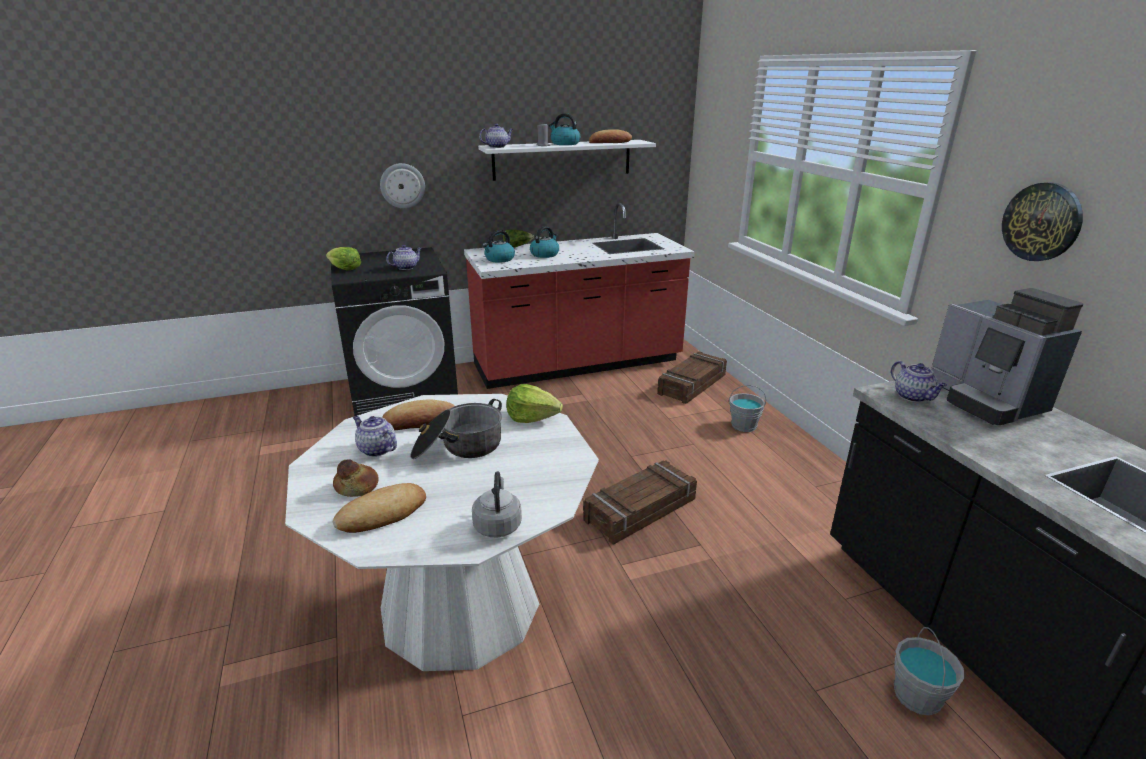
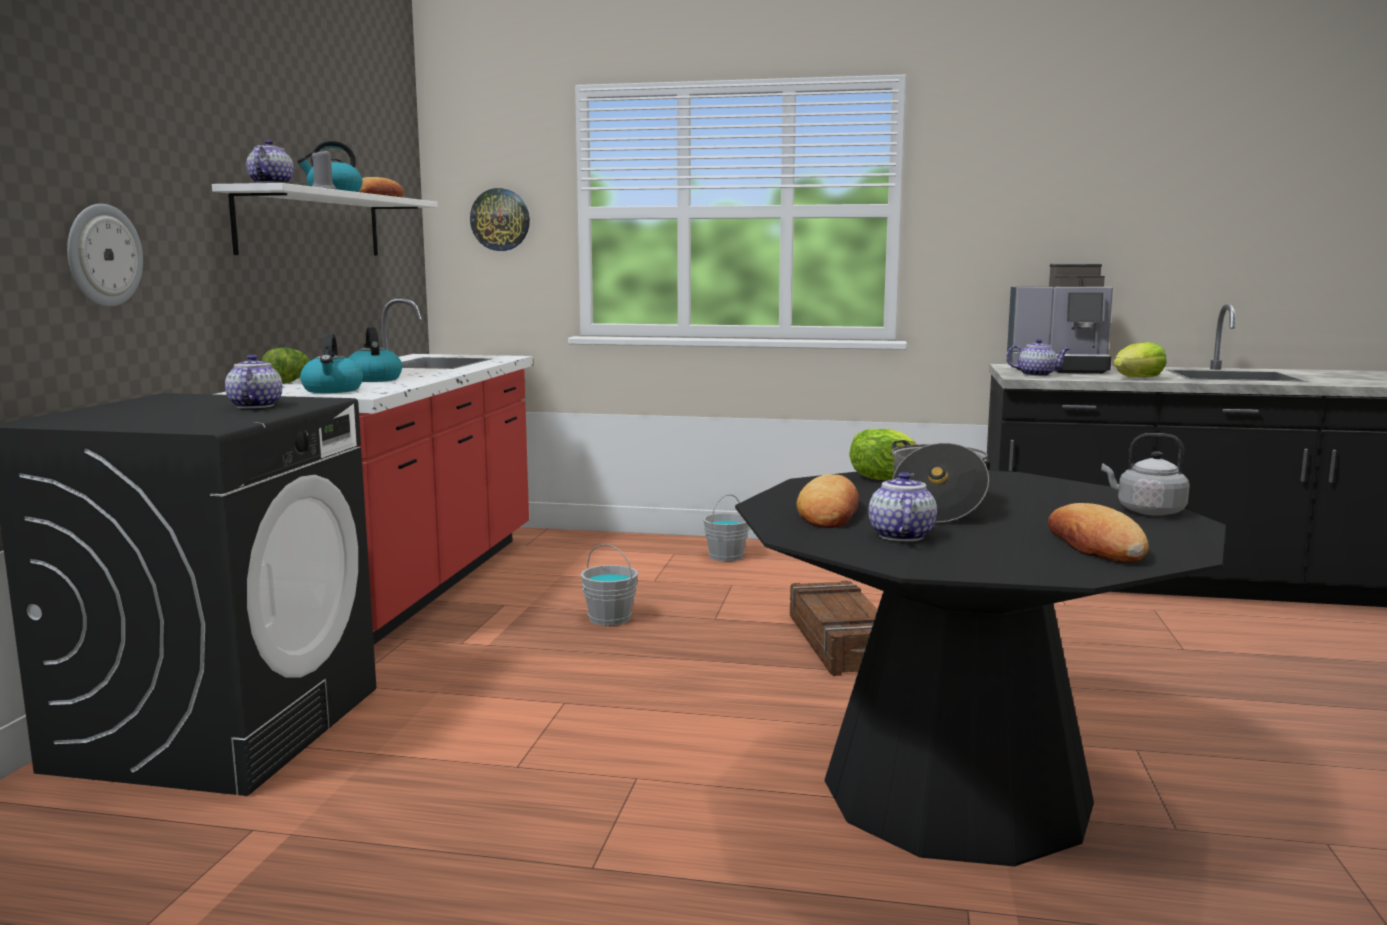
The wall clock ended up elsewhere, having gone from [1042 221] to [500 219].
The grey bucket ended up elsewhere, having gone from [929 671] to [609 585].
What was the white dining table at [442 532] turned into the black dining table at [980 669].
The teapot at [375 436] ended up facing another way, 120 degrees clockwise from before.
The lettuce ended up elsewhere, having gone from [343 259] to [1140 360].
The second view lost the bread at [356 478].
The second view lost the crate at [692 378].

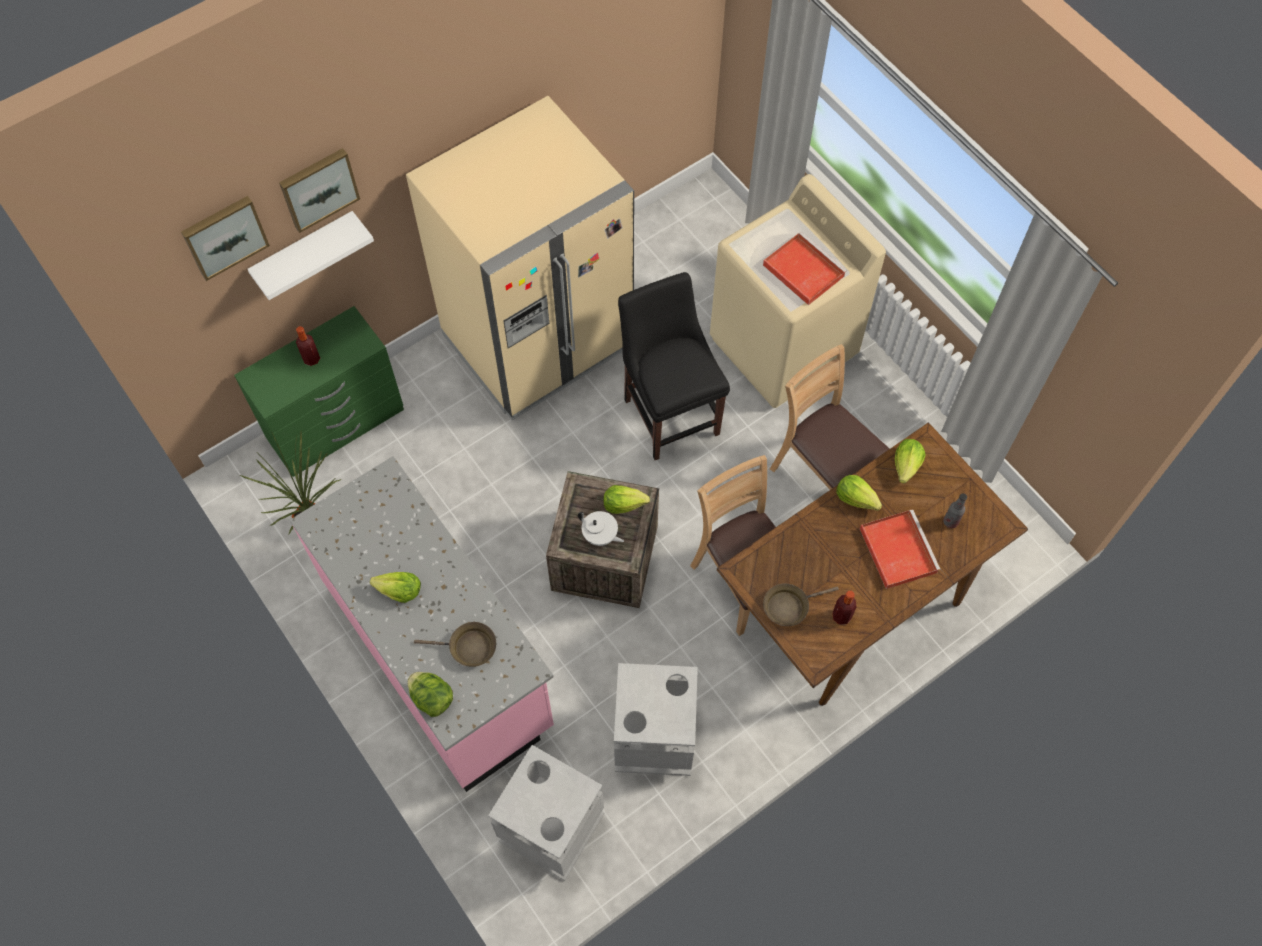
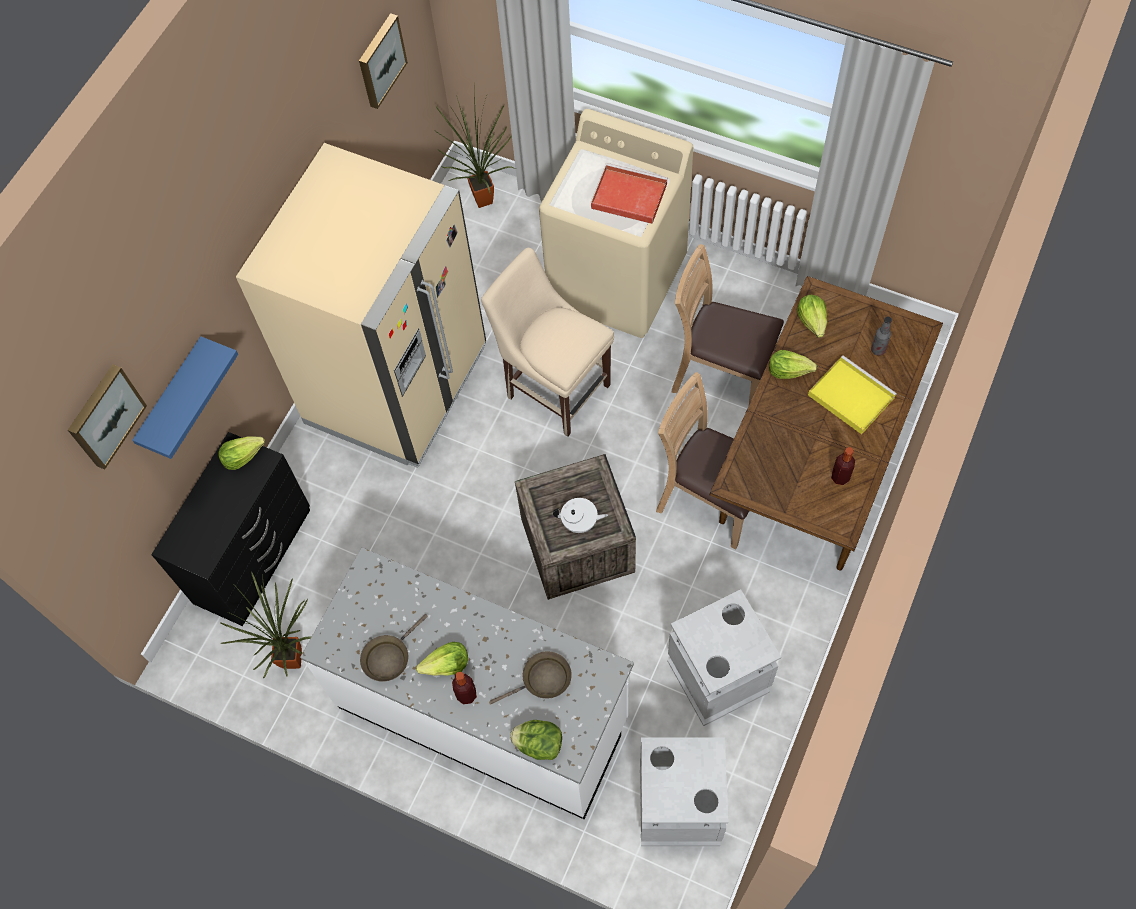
What was the white shelf at [311 255] turned into the blue shelf at [185 397].
What was the green dresser at [319 391] turned into the black dresser at [230 529].
The lettuce ended up elsewhere, having gone from [626 499] to [241 453].
What was the pink counter at [422 624] turned into the white counter at [467 683].
The picture ended up elsewhere, having gone from [319 190] to [383 61].
The brown frying pan ended up elsewhere, having gone from [801 605] to [394 648].
The second view gained the potted plant at [475 145].
The bottle ended up elsewhere, having gone from [308 346] to [464 688].
What was the black chair at [674 366] turned into the beige chair at [547 342].
What was the red tray at [900 549] turned into the yellow tray at [852 394].

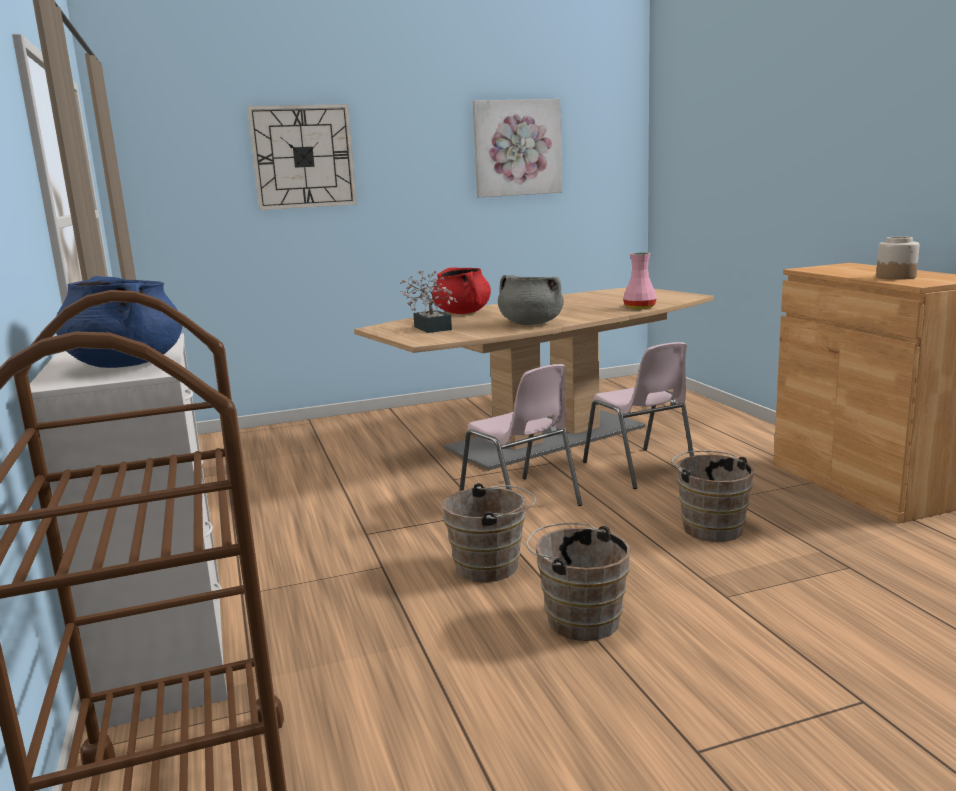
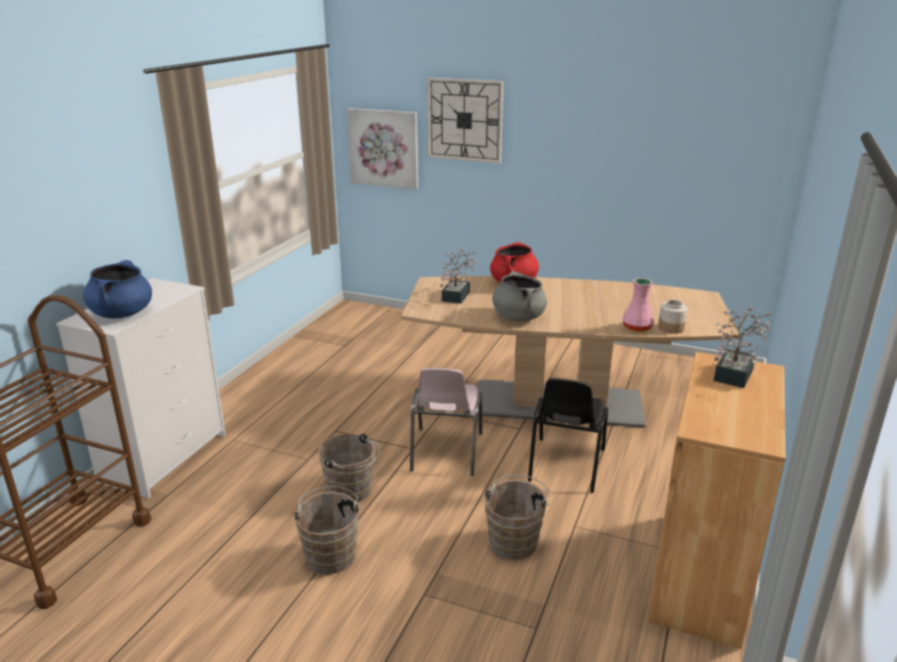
The picture ended up elsewhere, having gone from [517 148] to [382 149].
What was the pink chair at [638 415] turned into the black chair at [568 435].
The jar ended up elsewhere, having gone from [897 258] to [672 317].
The second view gained the potted plant at [742 347].

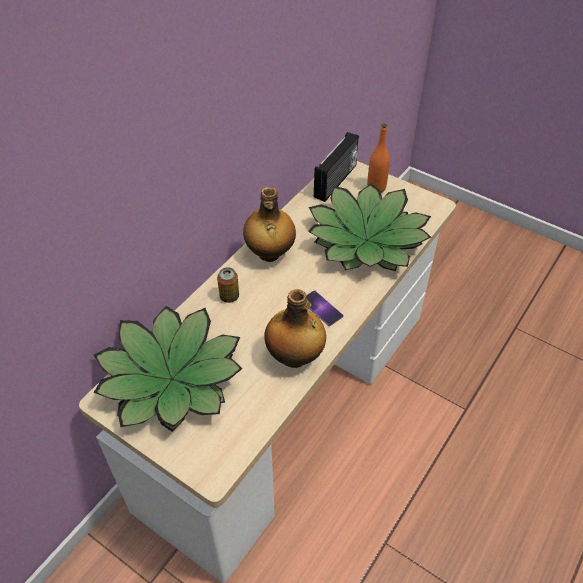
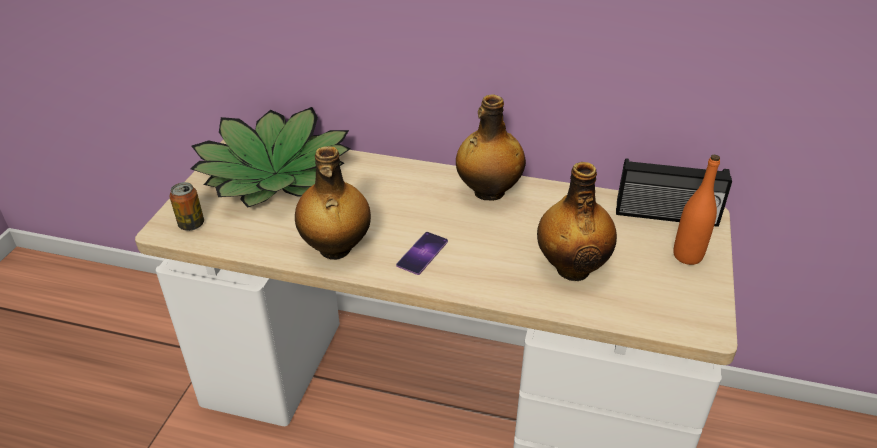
The can ended up elsewhere, having gone from [228 285] to [186 206].
Where the potted plant stood at [369 227], the bottle came to stand at [577 221].

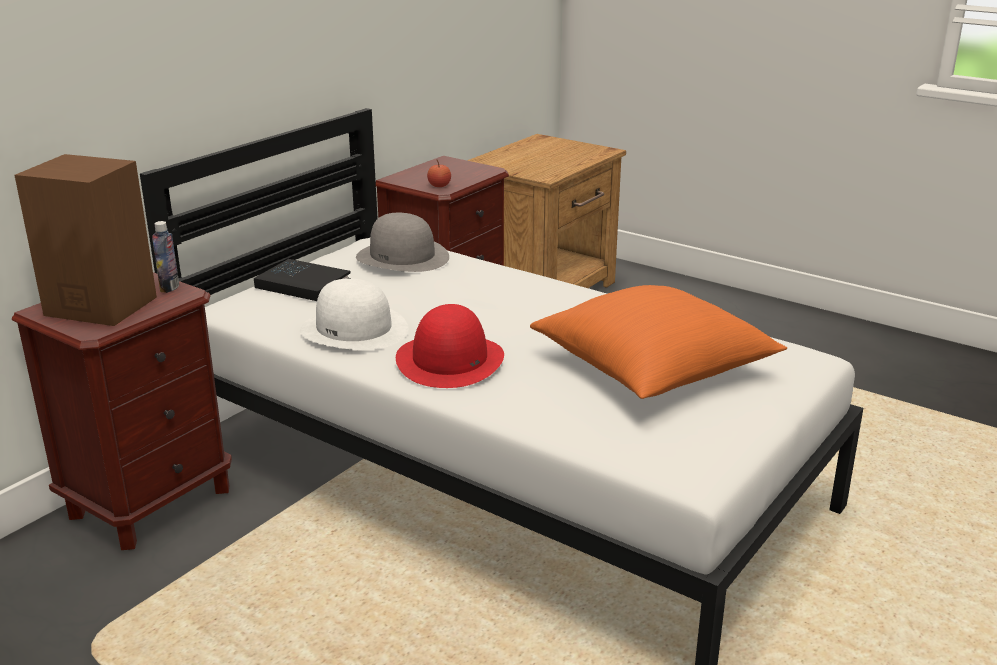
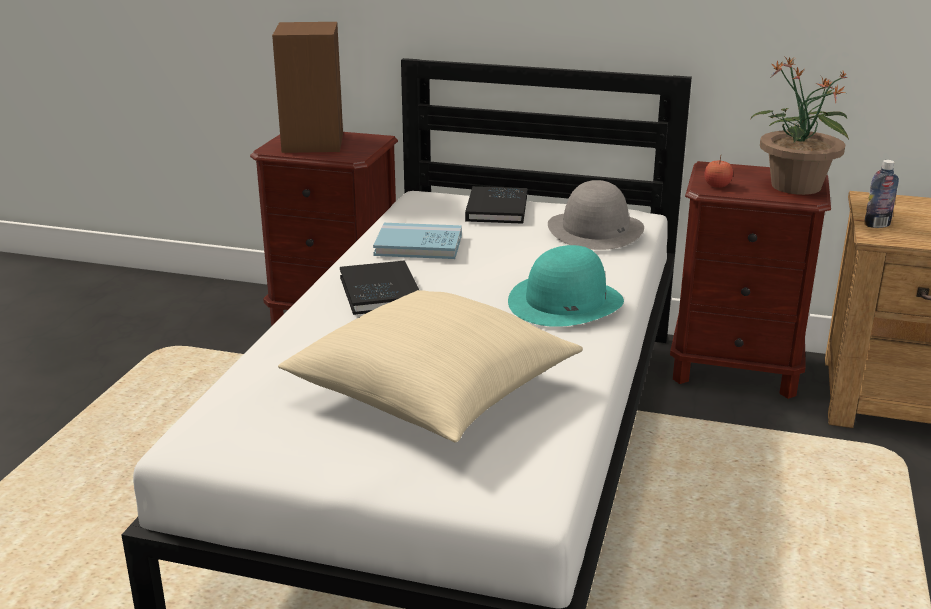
What was the orange pillow at [658 342] turned into the beige pillow at [430 366].
Where the red hat stood at [450 346], the black book came to stand at [379 287].
Where the white hat stood at [354 314], the blue book came to stand at [417 241].
The second view gained the turquoise hat at [566 286].
The second view gained the potted plant at [799 126].
The bottle ended up elsewhere, having gone from [165 257] to [882 194].

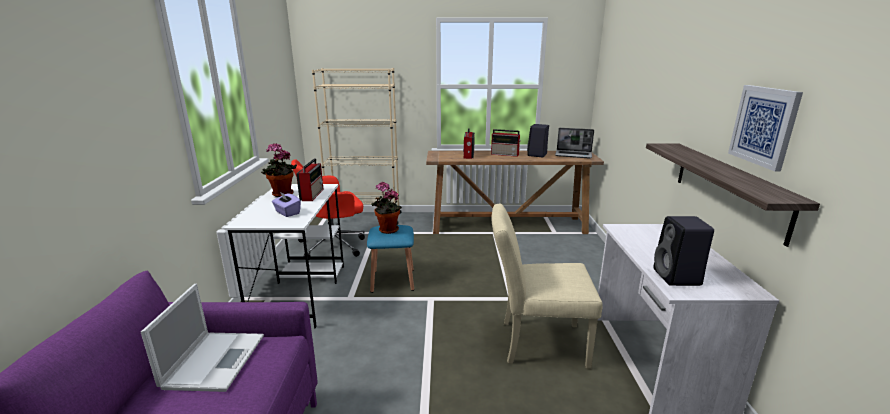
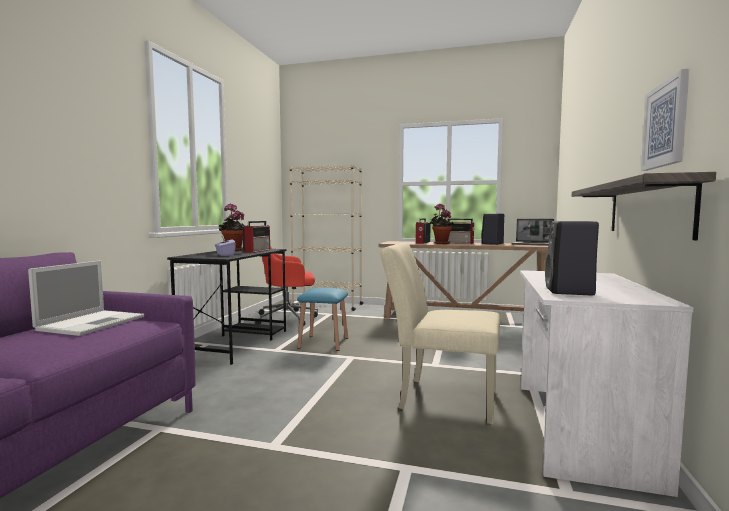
What was the white desk at [284 256] turned into the black desk at [227 307].
The potted plant ended up elsewhere, having gone from [386 208] to [442 224].

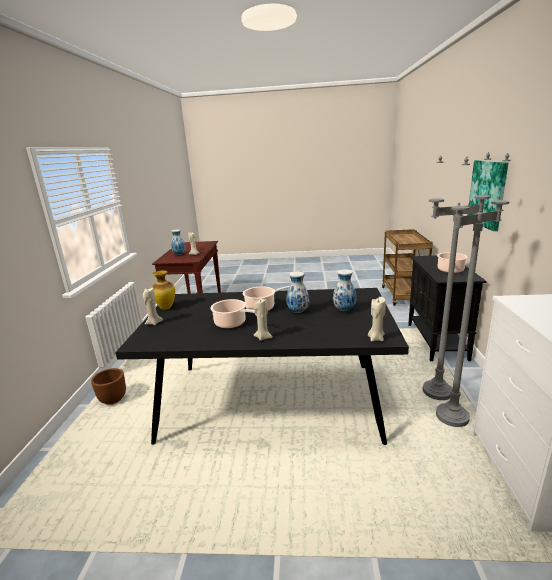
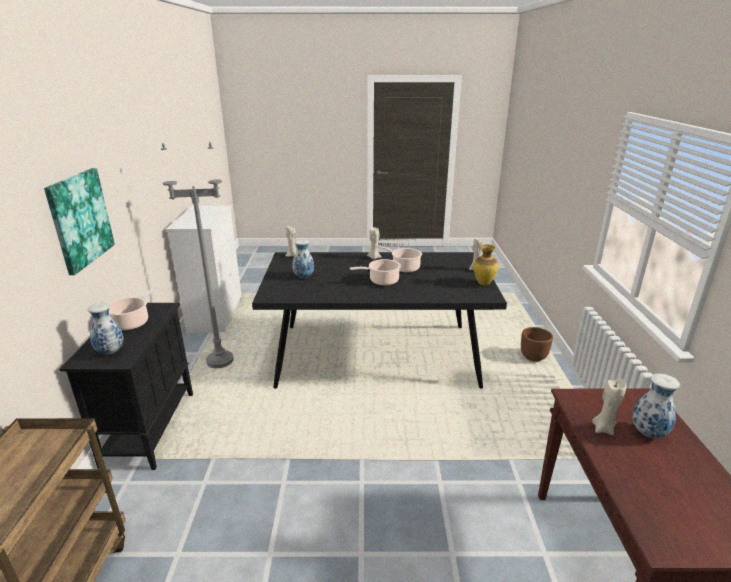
The vase ended up elsewhere, having gone from [297 292] to [105 329].
The second view lost the grey floor lamp at [473 290].

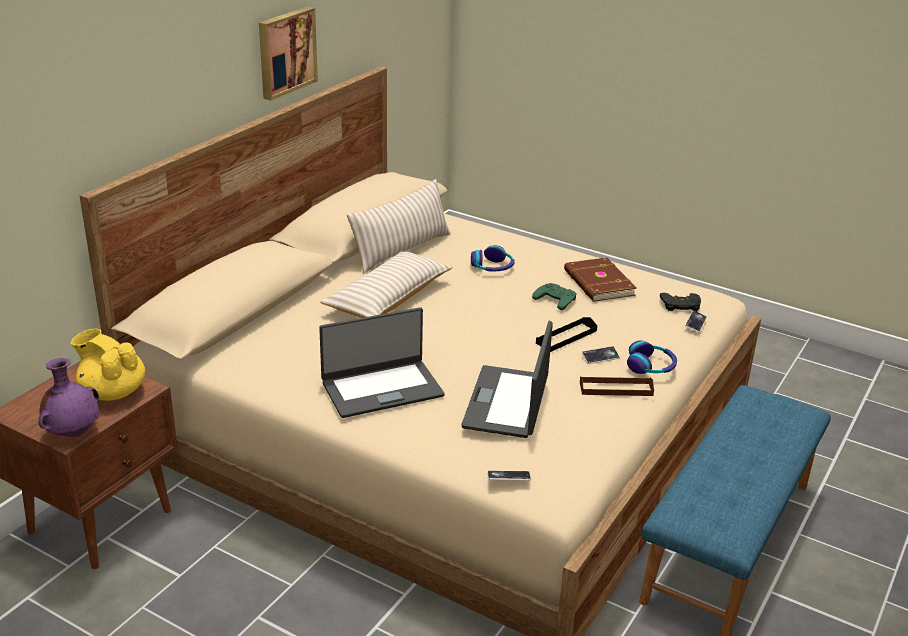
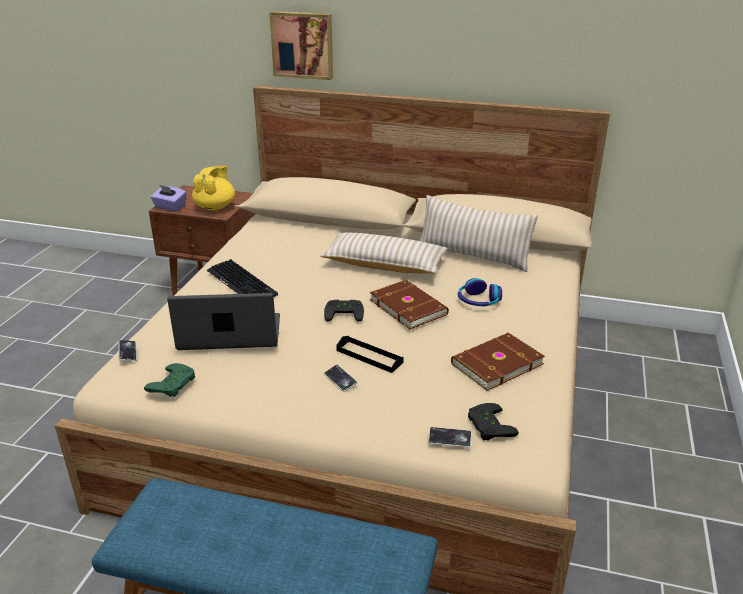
The green game controller ended up elsewhere, having gone from [554 296] to [169 380].
Where the purple vase stood at [68 397], the purple tissue box came to stand at [168 198].
Where the laptop stood at [381 362], the keyboard came to stand at [242 278].
The picture ended up elsewhere, having gone from [288 54] to [301 45].
The second view gained the black game controller at [344 311].
The second view gained the brown book at [409 304].
The second view lost the brown tray at [617 386].
The second view lost the headphones at [652 357].

